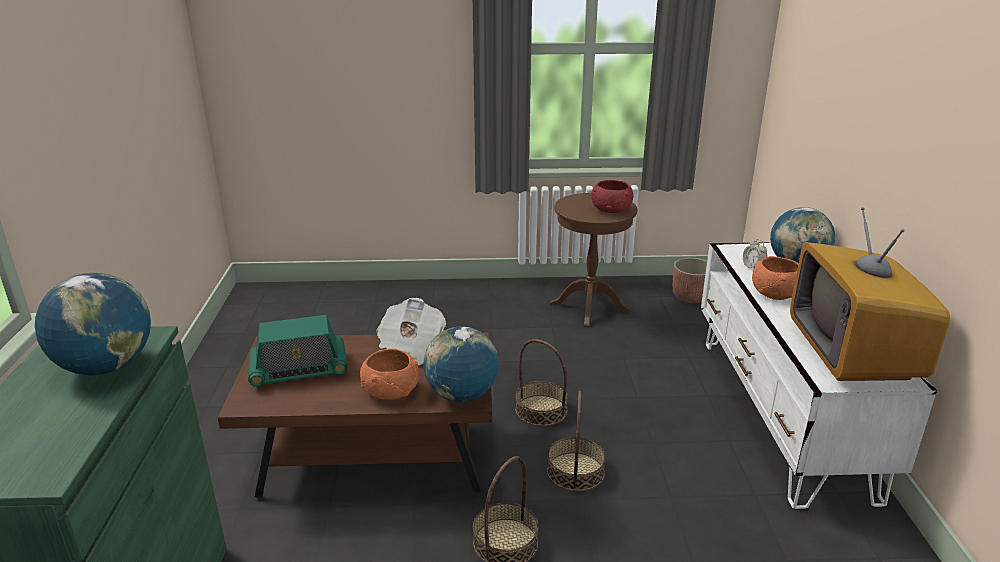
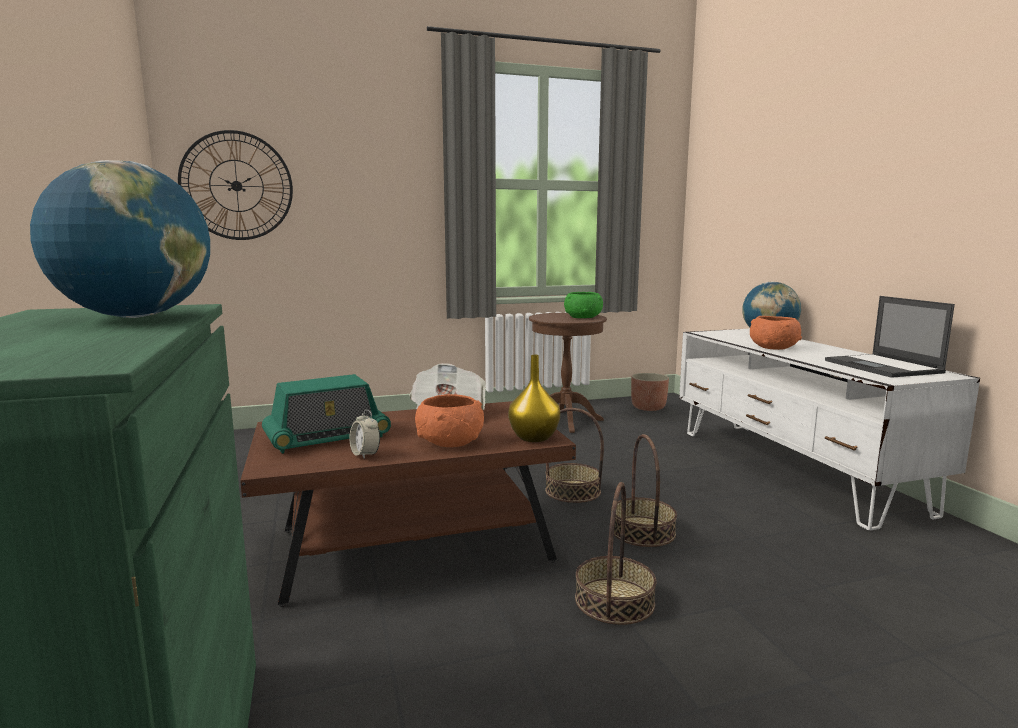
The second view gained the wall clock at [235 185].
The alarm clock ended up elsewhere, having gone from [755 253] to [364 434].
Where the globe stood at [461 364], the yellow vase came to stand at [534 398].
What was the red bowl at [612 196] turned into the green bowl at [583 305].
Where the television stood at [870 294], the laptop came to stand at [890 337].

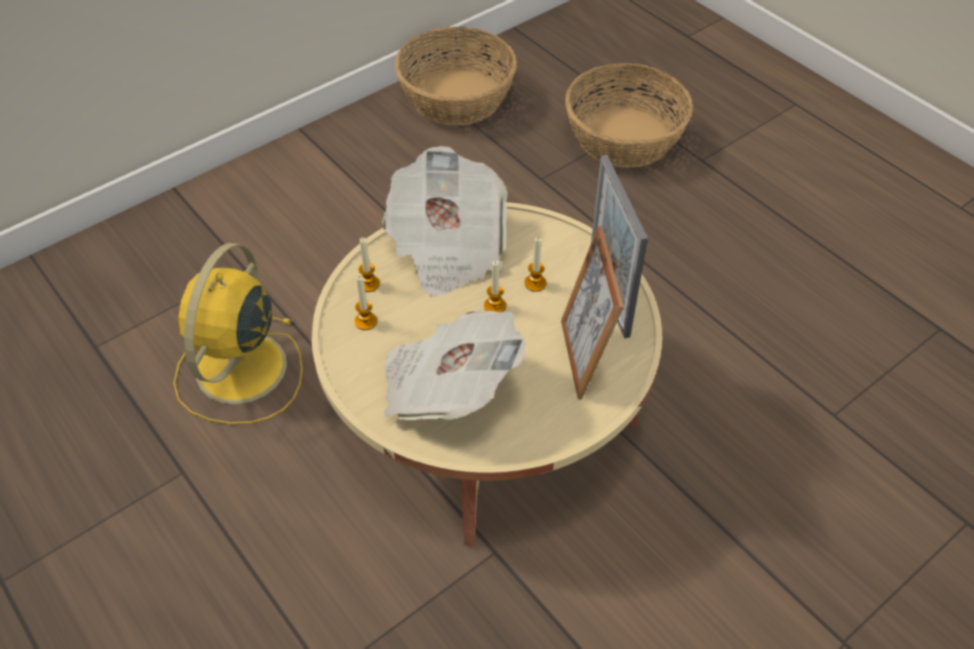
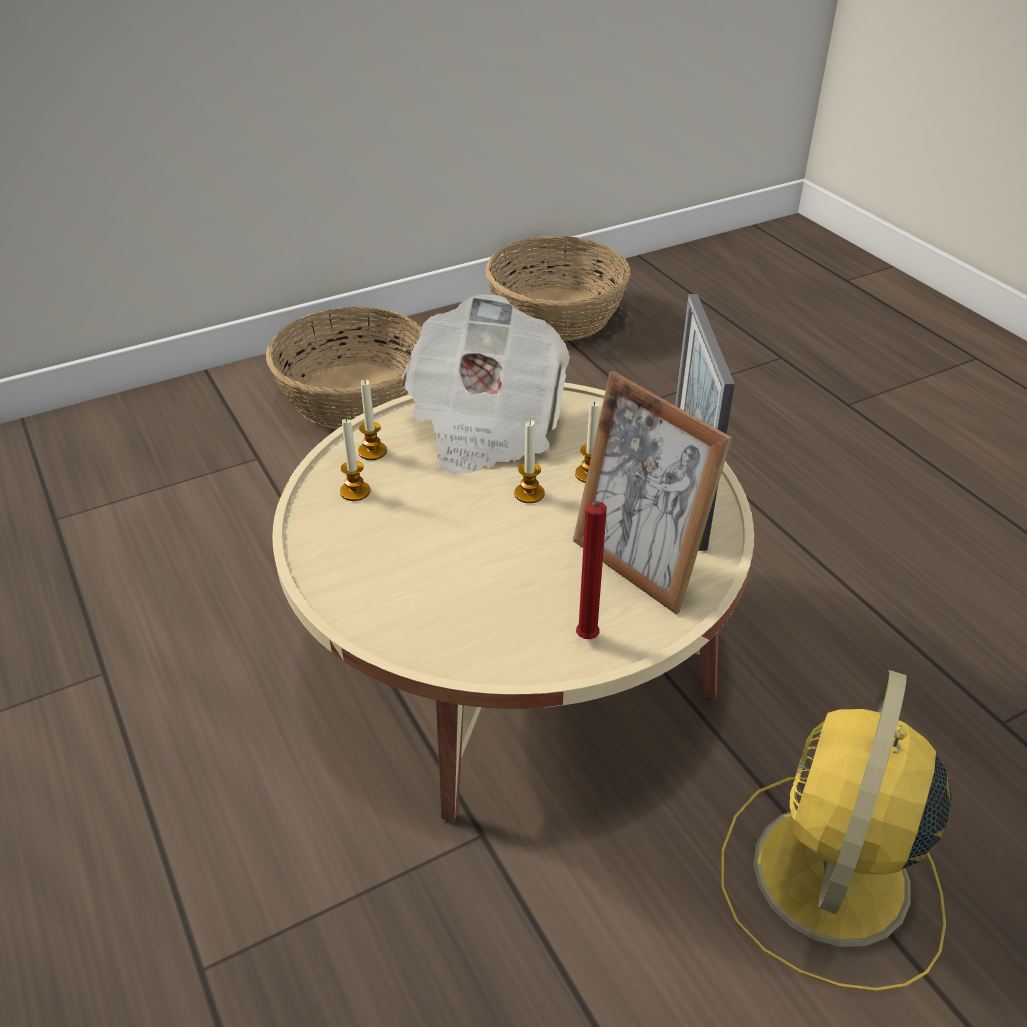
The basket ended up elsewhere, having gone from [629 115] to [344 368].
The picture frame at [592 312] ended up facing another way, 45 degrees counterclockwise from before.
The second view gained the red candle at [591 570].
The yellow fan ended up elsewhere, having gone from [238 333] to [836 831].
The second view lost the newspaper at [455 365].

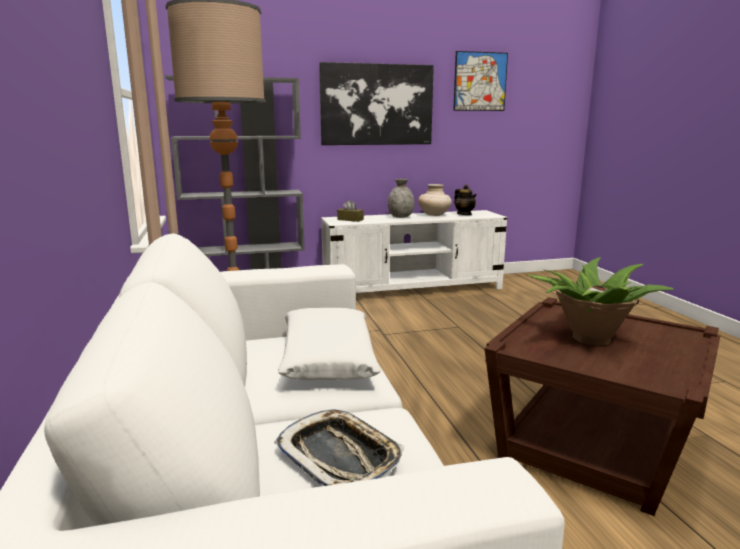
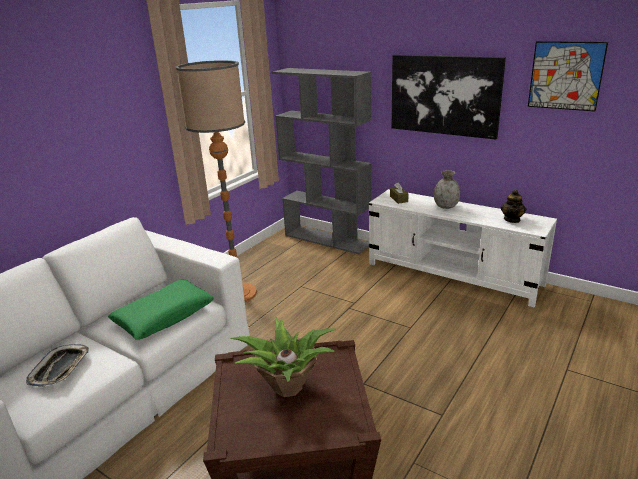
What was the white pillow at [329 344] turned into the green pillow at [161 309].
The second view lost the beige vase at [435 200].

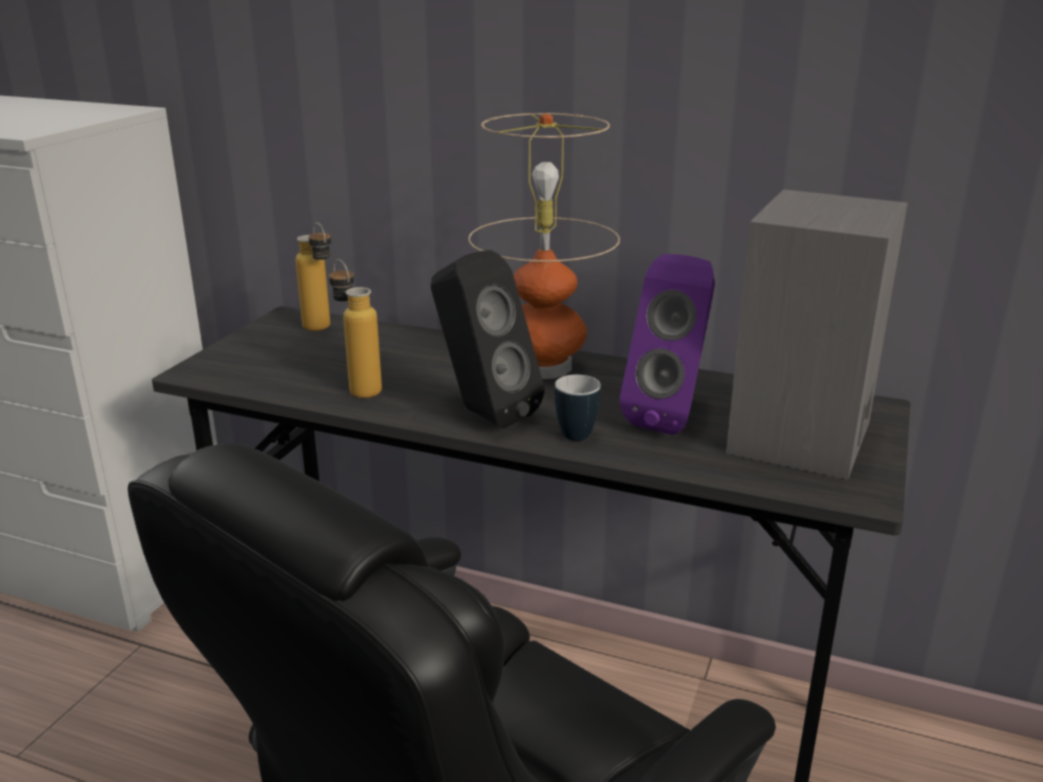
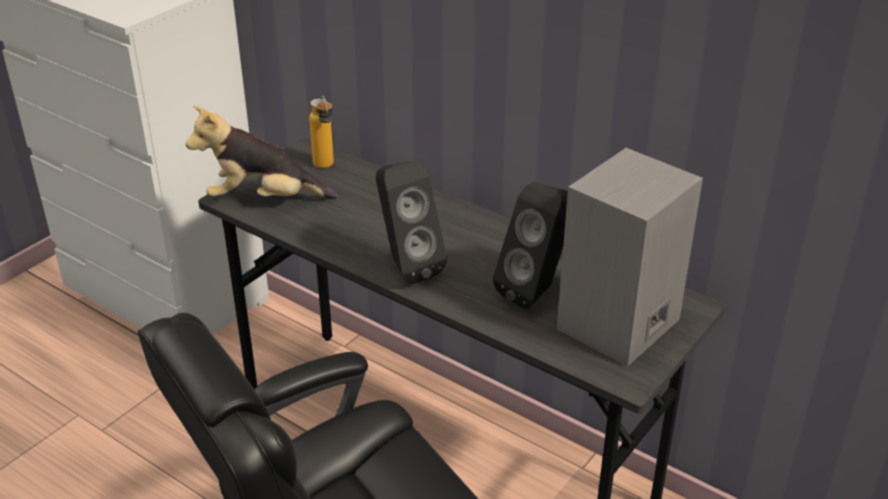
The second view gained the plush toy at [262 152].
What was the purple speaker at [667 344] turned into the black speaker at [530 245].
The second view lost the bottle at [355 328].
The second view lost the table lamp at [544 246].
The second view lost the mug at [578 408].

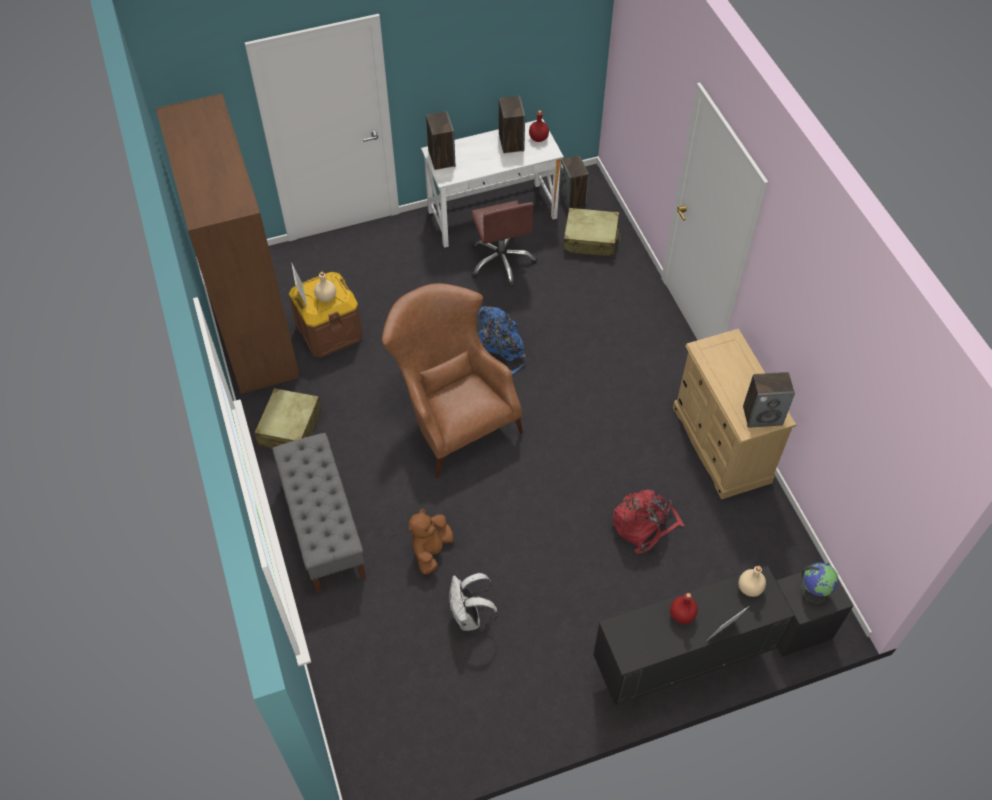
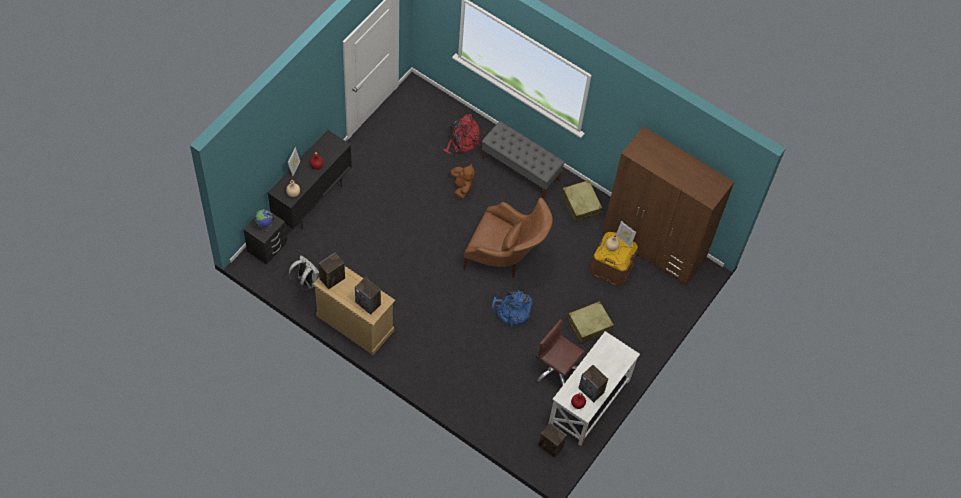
The white backpack ended up elsewhere, having gone from [473 602] to [303 273].
The speaker ended up elsewhere, having gone from [440 140] to [368 296].
The red backpack ended up elsewhere, having gone from [648 521] to [461 135].
The beige suitcase ended up elsewhere, having gone from [592 232] to [590 322].

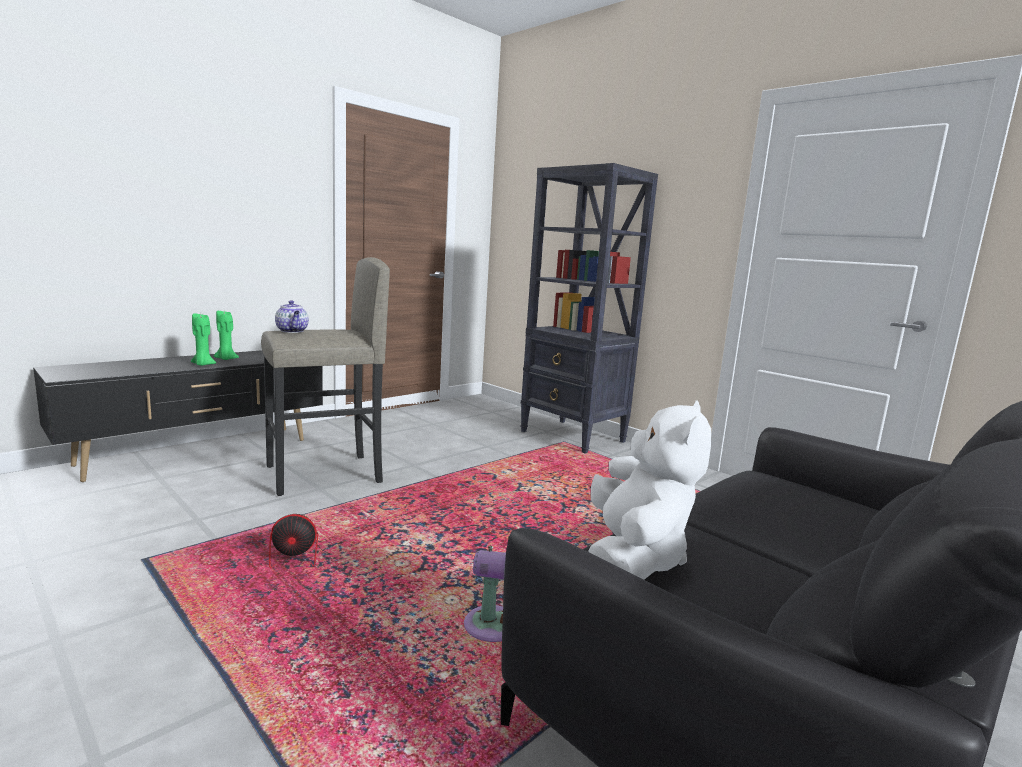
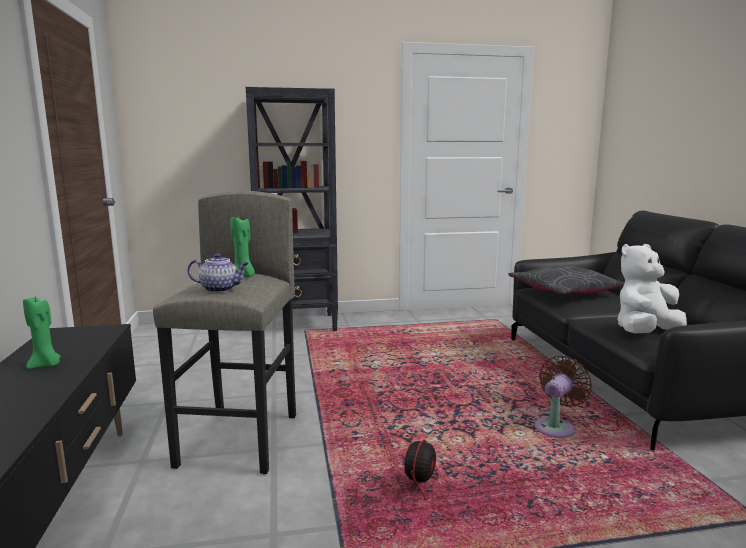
The green candle ended up elsewhere, having gone from [203 339] to [242 247].
The second view gained the grey pillow at [566 280].
The white plush toy at [649 490] ended up facing another way, 75 degrees counterclockwise from before.

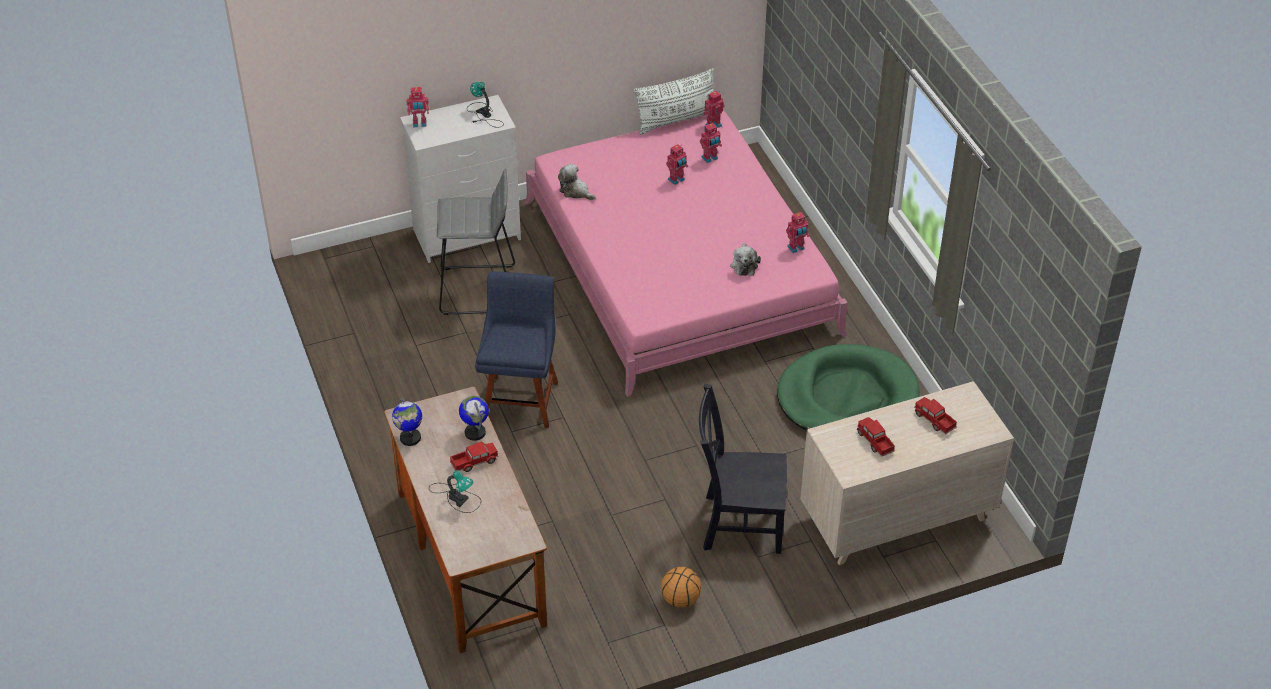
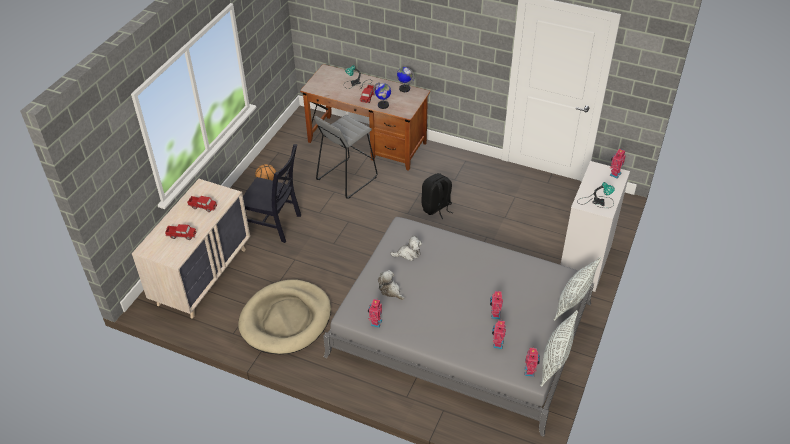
What was the green dog bed at [848 387] turned into the beige dog bed at [284 316].
The black chair at [743 469] ended up facing another way, 60 degrees clockwise from before.
The grey stool ended up elsewhere, having gone from [476 242] to [345 157].
What was the pink bed at [686 254] turned into the grey bed at [458 327].
The plush toy ended up elsewhere, having gone from [577 182] to [406 248].
Where the blue chair stood at [516 349], the black backpack came to stand at [437 196].
The second view gained the white pillow at [577 289].

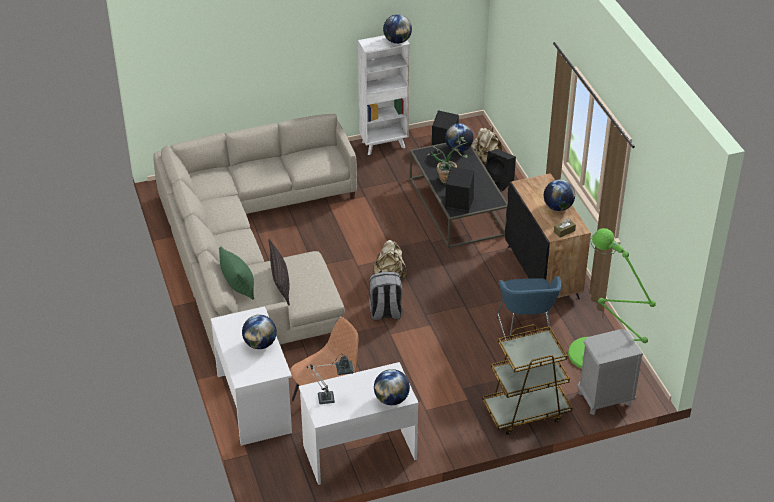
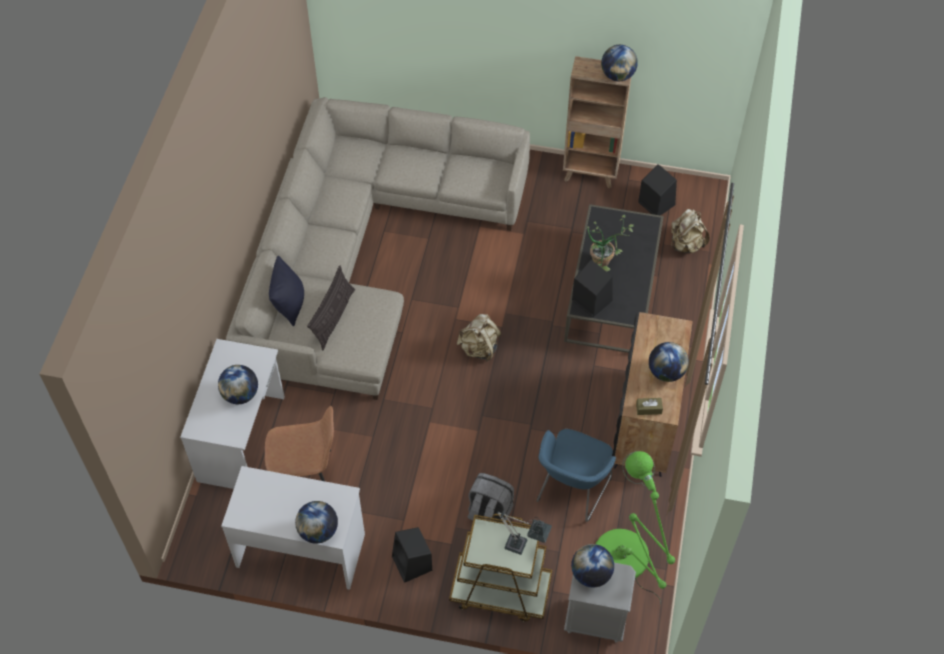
What was the green pillow at [236 273] turned into the black pillow at [286 291].
The black speaker ended up elsewhere, having gone from [501 170] to [412 555].
The grey backpack ended up elsewhere, having gone from [386 296] to [490 497].
The table lamp ended up elsewhere, having gone from [330 379] to [524 533].
What was the white bookcase at [384 95] turned into the brown bookcase at [597 122].
The globe ended up elsewhere, having gone from [459 137] to [592 566].

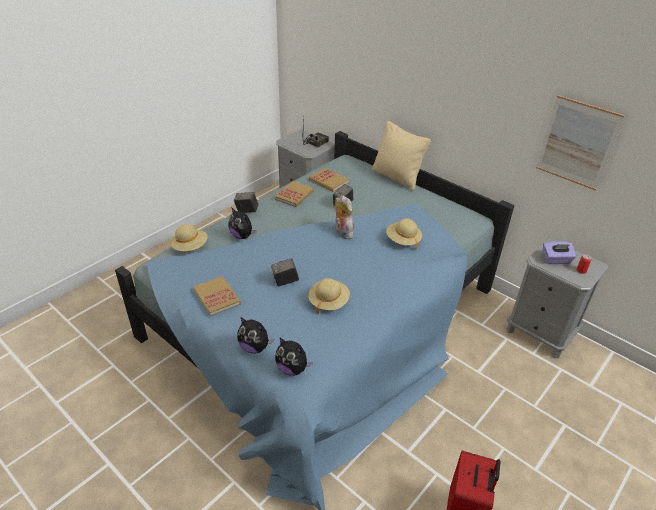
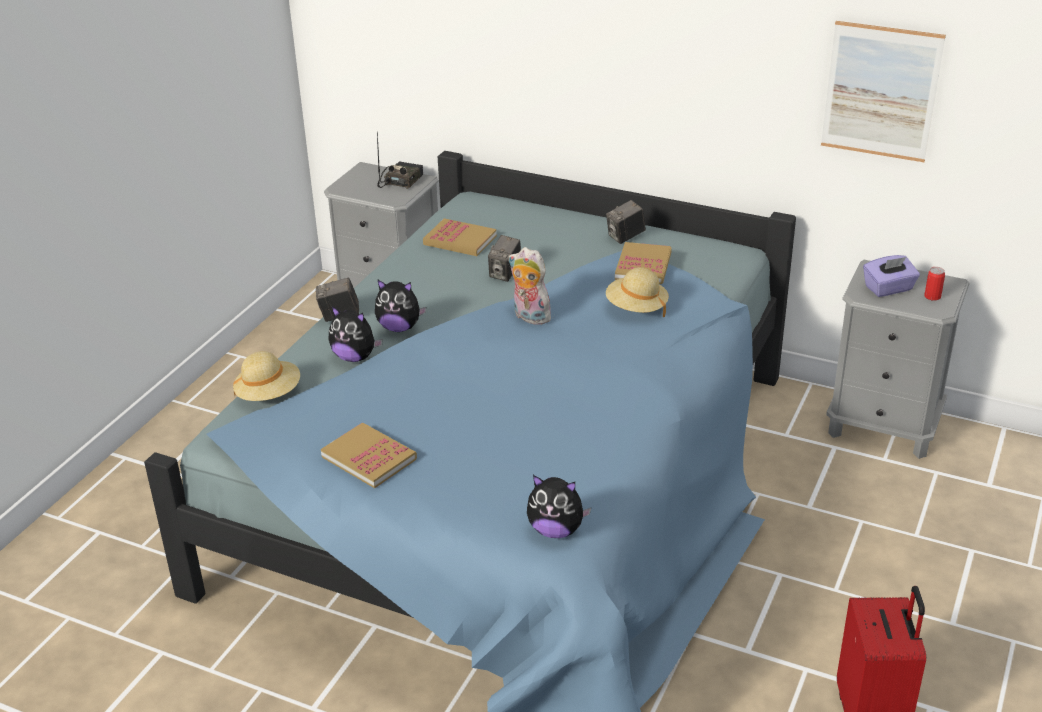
The plush toy ended up elsewhere, having gone from [255 335] to [400 305].
The photo camera ended up elsewhere, having gone from [285 272] to [626 222].
The book ended up elsewhere, having gone from [294 194] to [643 263].
The second view lost the beige hat at [329 296].
The second view lost the beige pillow at [401 156].

